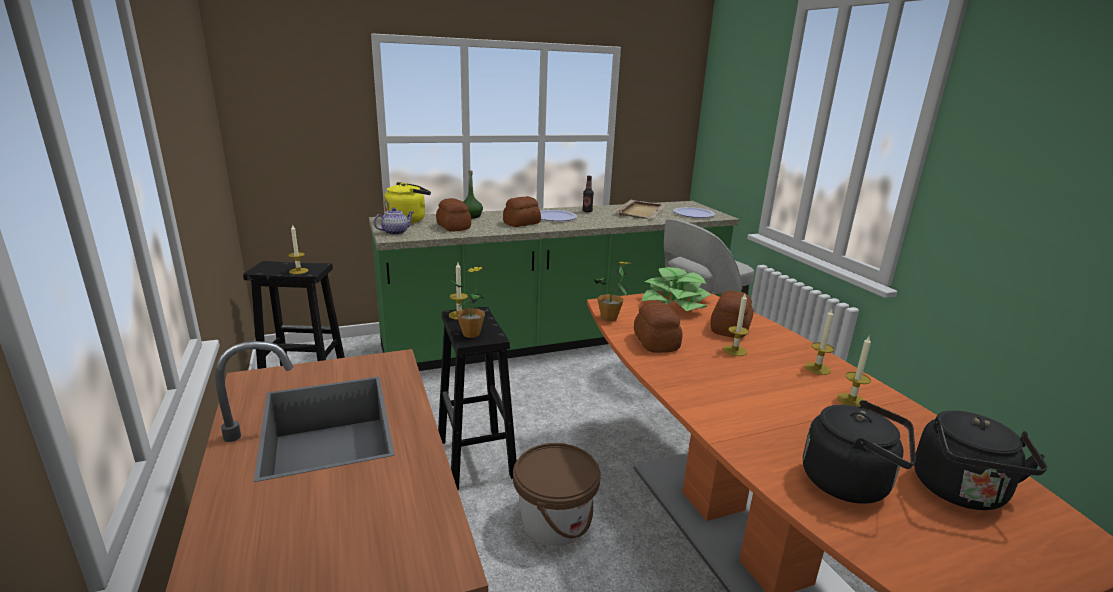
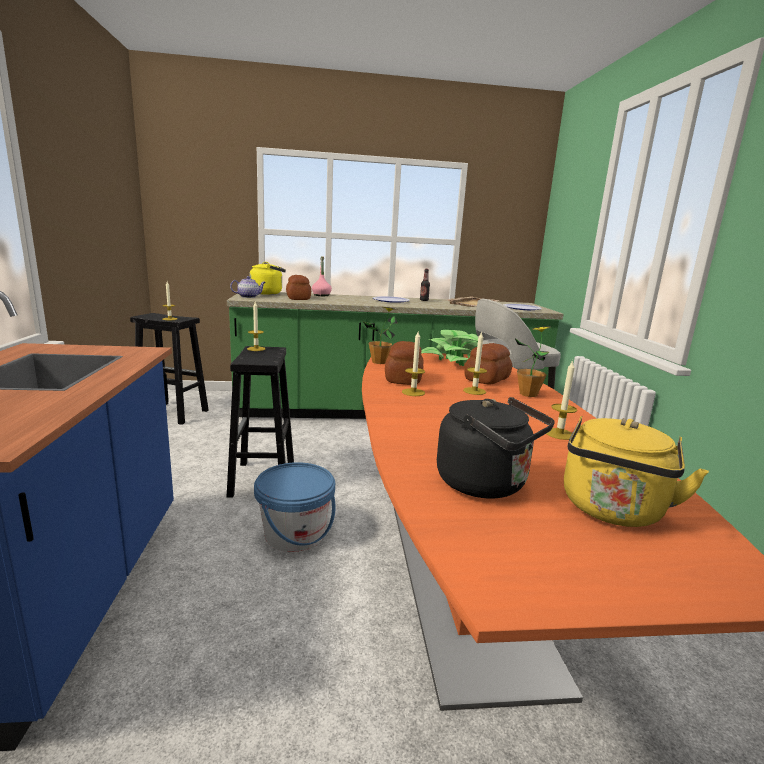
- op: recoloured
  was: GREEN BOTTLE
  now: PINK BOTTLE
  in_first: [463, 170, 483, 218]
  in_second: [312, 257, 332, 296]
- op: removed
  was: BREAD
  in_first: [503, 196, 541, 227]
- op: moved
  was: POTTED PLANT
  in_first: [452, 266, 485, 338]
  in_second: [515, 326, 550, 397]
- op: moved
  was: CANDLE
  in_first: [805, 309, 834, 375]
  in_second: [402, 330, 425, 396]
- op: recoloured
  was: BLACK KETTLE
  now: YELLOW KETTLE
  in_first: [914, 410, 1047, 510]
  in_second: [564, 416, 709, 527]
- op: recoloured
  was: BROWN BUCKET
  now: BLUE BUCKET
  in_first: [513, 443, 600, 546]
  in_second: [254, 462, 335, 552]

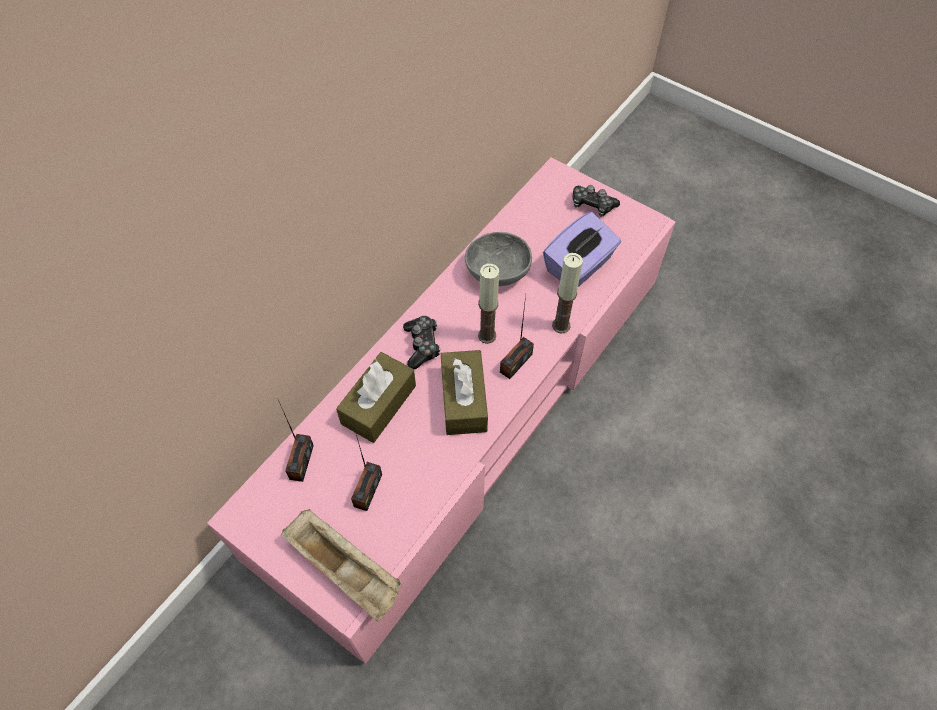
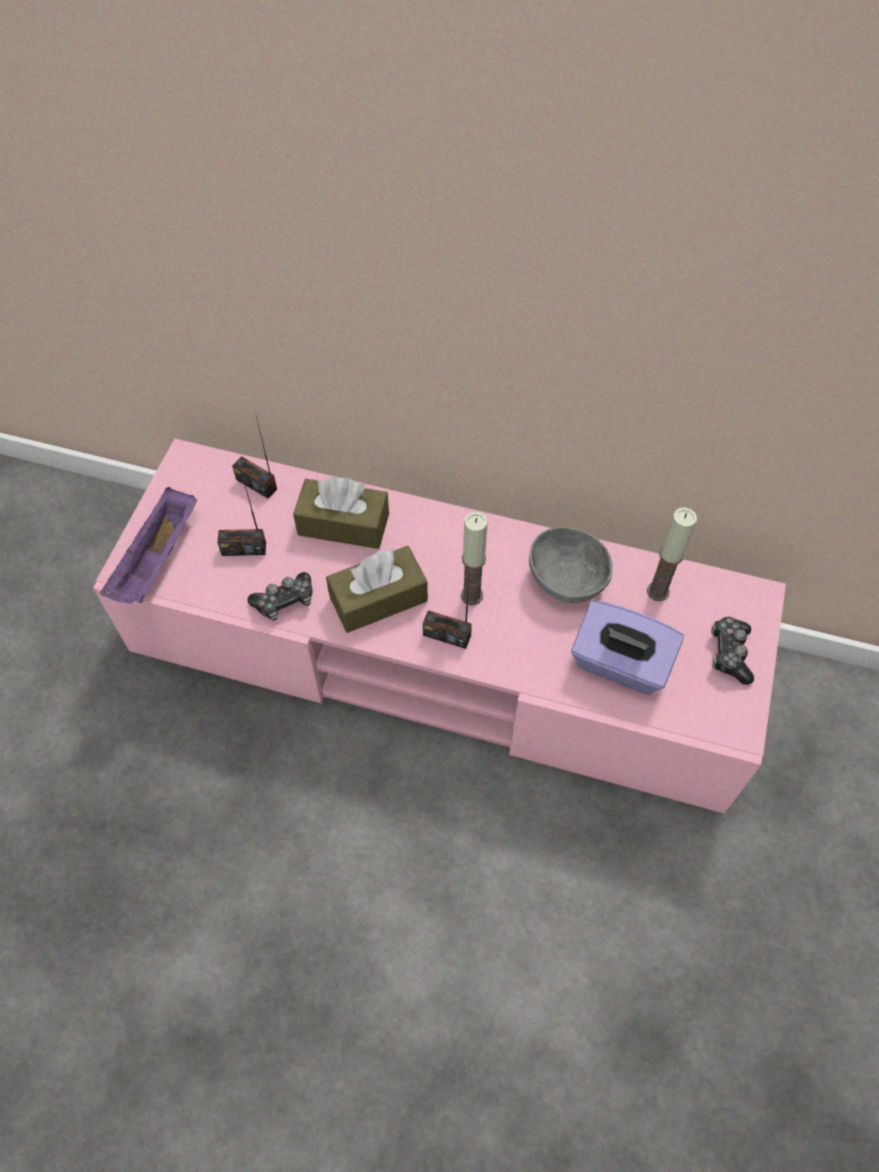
- op: moved
  was: CANDLE
  in_first: [552, 253, 583, 333]
  in_second: [647, 507, 697, 601]
- op: moved
  was: GAME CONTROLLER
  in_first: [403, 316, 441, 369]
  in_second: [247, 572, 313, 621]
- op: turned
  was: RADIO
  in_first: [278, 400, 314, 482]
  in_second: [232, 412, 277, 498]
  clockwise: 45
- op: recoloured
  was: BEIGE TRAY
  now: PURPLE TRAY
  in_first: [281, 509, 402, 621]
  in_second: [100, 487, 197, 603]

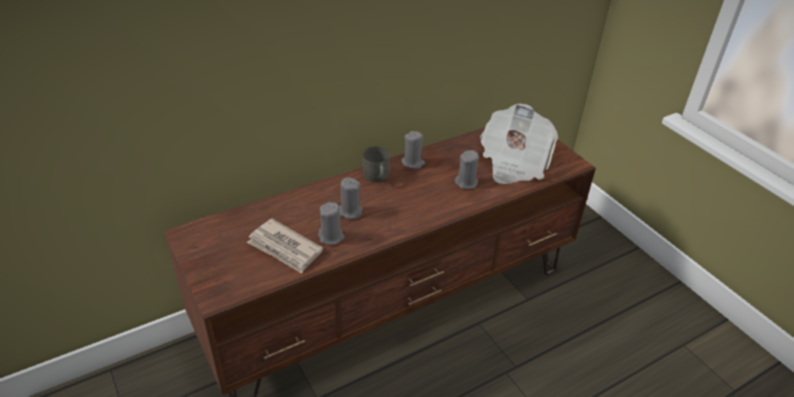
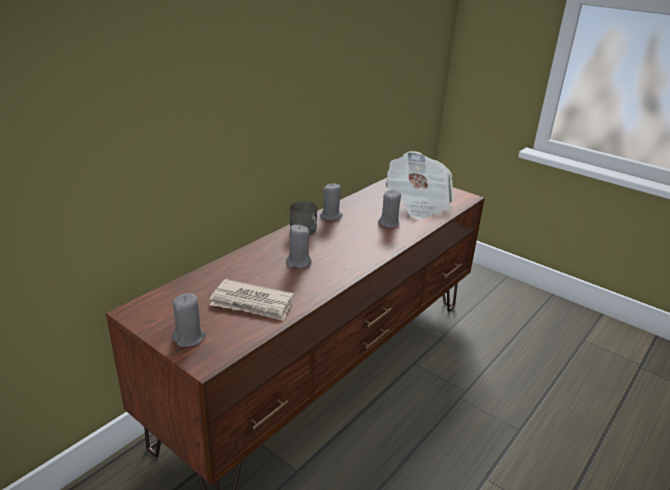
- op: moved
  was: GREY CANDLE
  in_first: [318, 202, 344, 245]
  in_second: [172, 293, 206, 347]

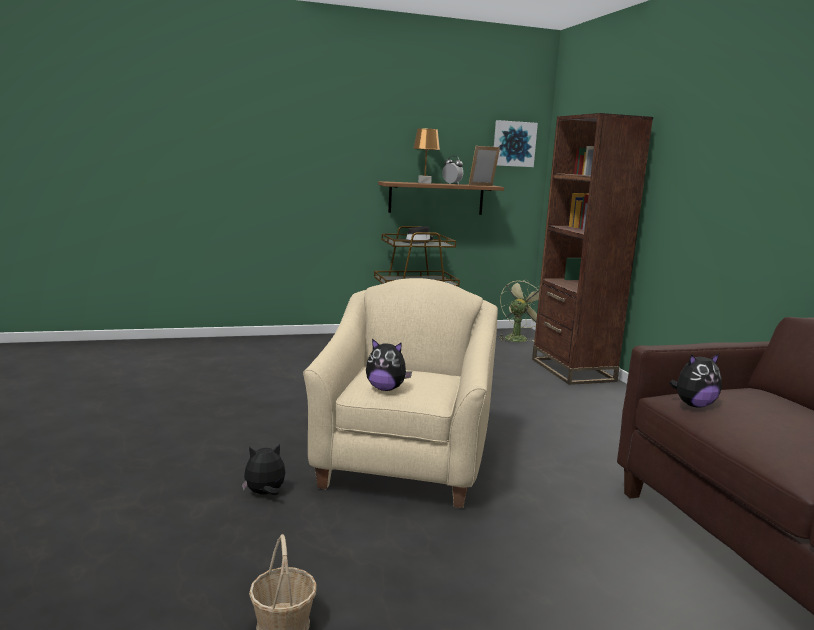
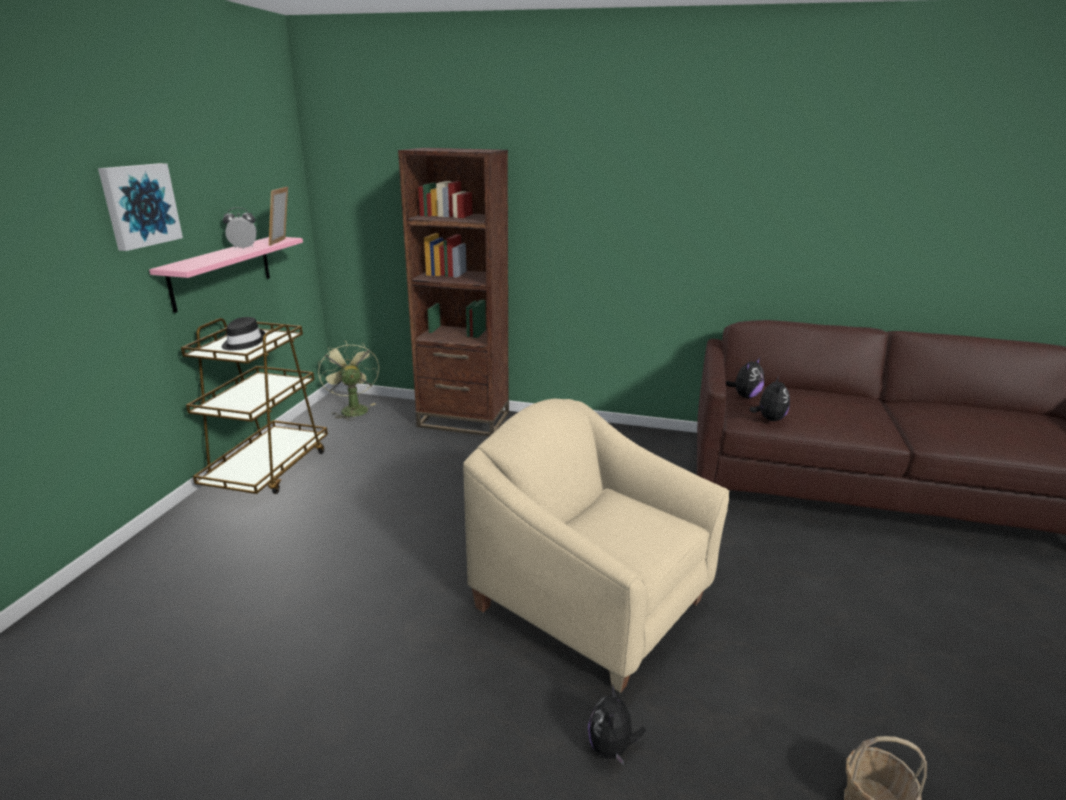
- op: moved
  was: PICTURE
  in_first: [494, 120, 538, 167]
  in_second: [98, 163, 183, 251]
- op: removed
  was: BROWN TABLE LAMP
  in_first: [413, 128, 440, 184]
- op: recoloured
  was: BROWN SHELF
  now: PINK SHELF
  in_first: [378, 181, 504, 215]
  in_second: [149, 237, 303, 313]
- op: moved
  was: PLUSH TOY
  in_first: [366, 339, 412, 391]
  in_second: [726, 358, 764, 398]

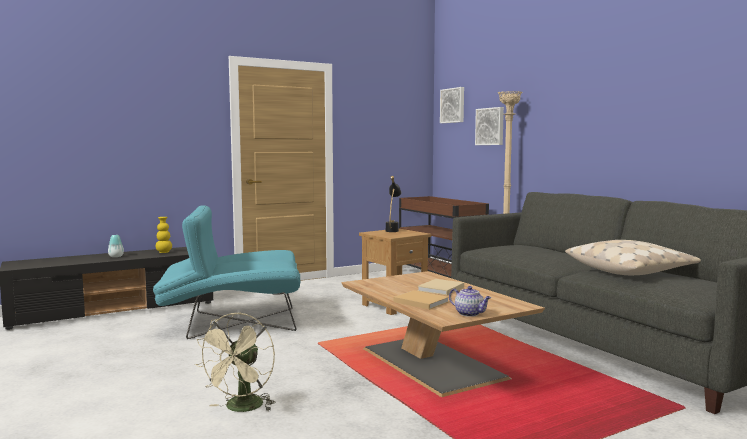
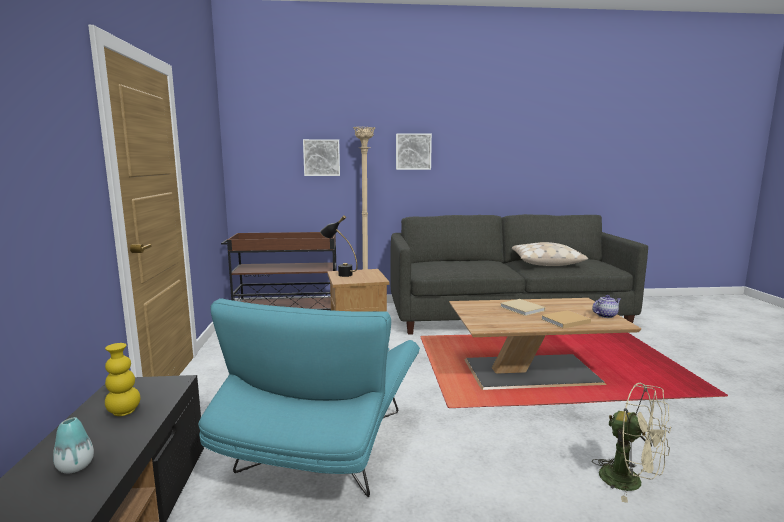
- op: moved
  was: PICTURE
  in_first: [440, 87, 464, 123]
  in_second: [396, 133, 432, 170]

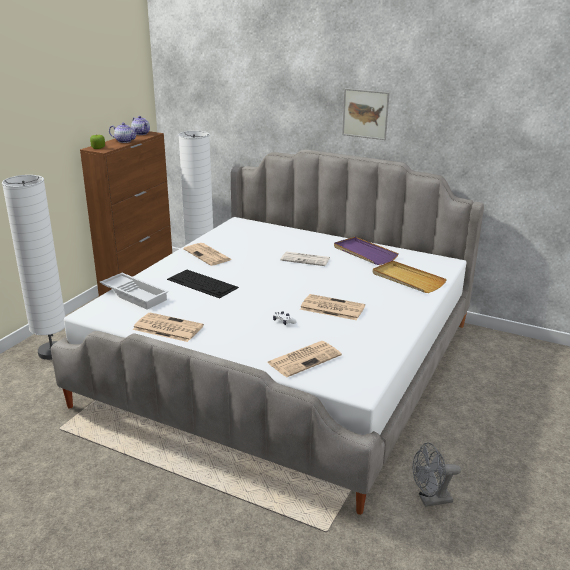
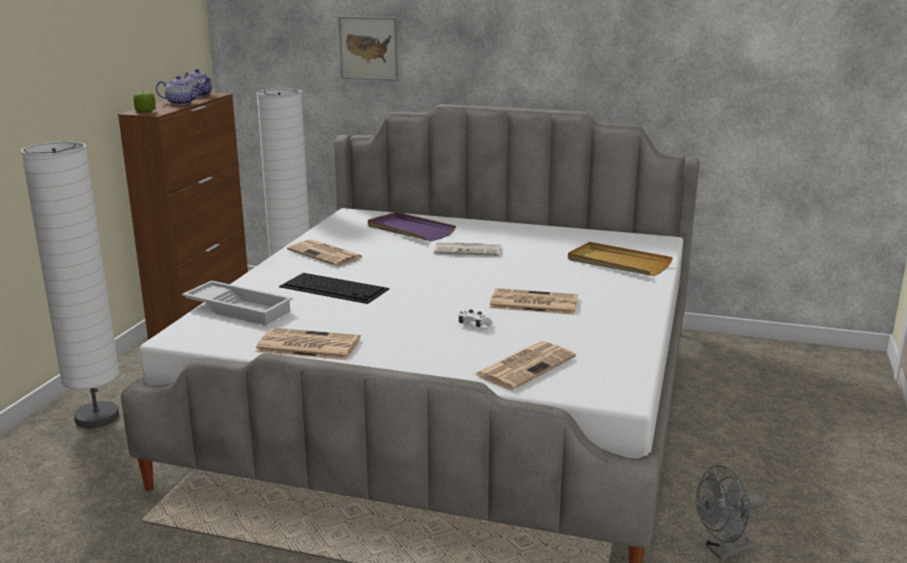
- op: moved
  was: PICTURE
  in_first: [342, 88, 390, 140]
  in_second: [338, 16, 398, 81]
- op: moved
  was: PURPLE TRAY
  in_first: [334, 237, 399, 265]
  in_second: [368, 212, 456, 241]

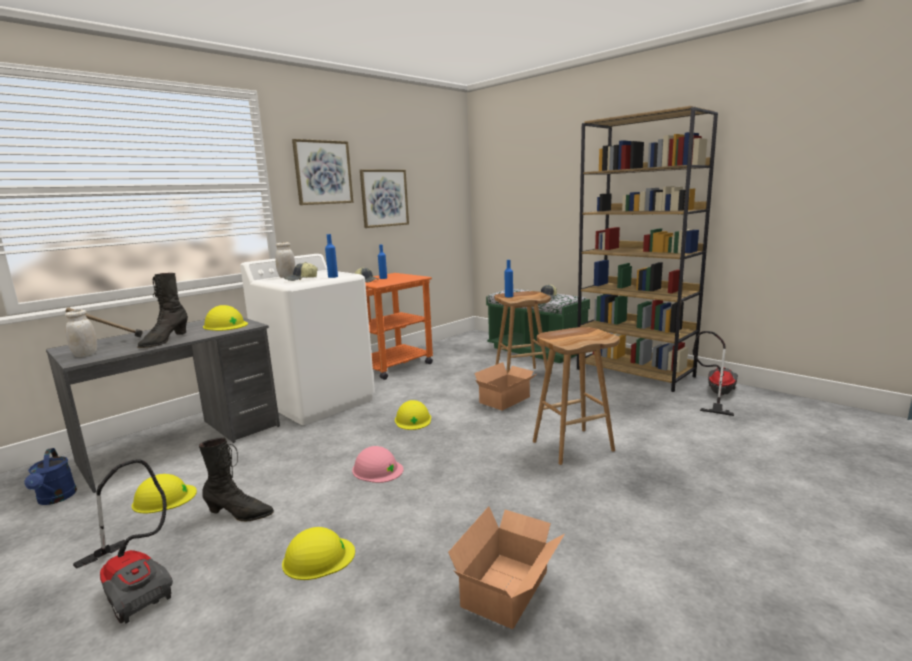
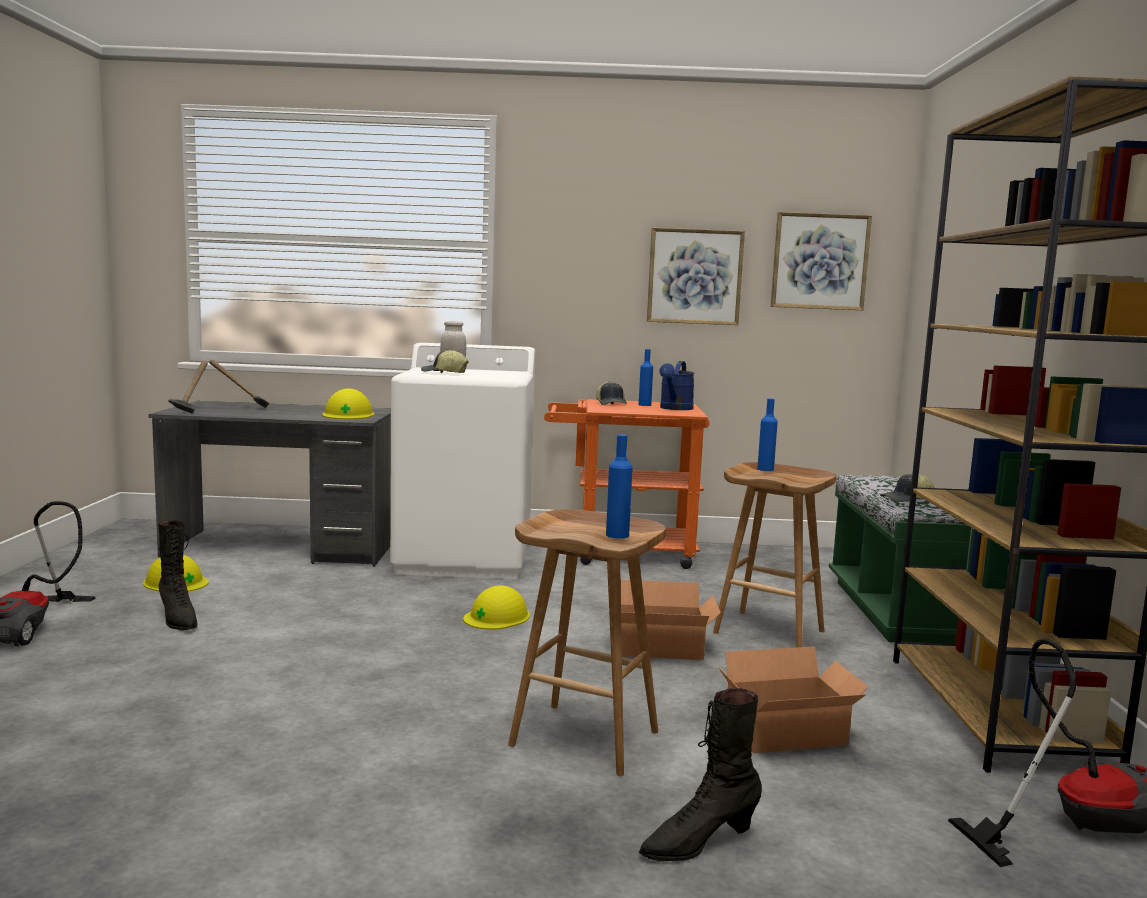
- op: moved
  was: PICTURE
  in_first: [292, 139, 354, 205]
  in_second: [771, 212, 872, 310]
- op: moved
  was: BLUE BOTTLE
  in_first: [325, 234, 338, 278]
  in_second: [606, 434, 633, 539]
- op: moved
  was: BLACK BOOT
  in_first: [137, 273, 188, 348]
  in_second: [638, 688, 762, 861]
- op: replaced
  was: WHITE JAR
  now: HAMMER
  in_first: [65, 310, 97, 357]
  in_second: [168, 360, 208, 414]
- op: removed
  was: PINK HARD HAT
  in_first: [352, 446, 403, 483]
- op: moved
  was: BLUE WATERING CAN
  in_first: [24, 448, 77, 505]
  in_second: [659, 361, 695, 410]
- op: moved
  was: CARDBOARD BOX
  in_first: [448, 506, 565, 629]
  in_second: [718, 646, 868, 753]
- op: removed
  was: YELLOW HARD HAT
  in_first: [282, 527, 355, 580]

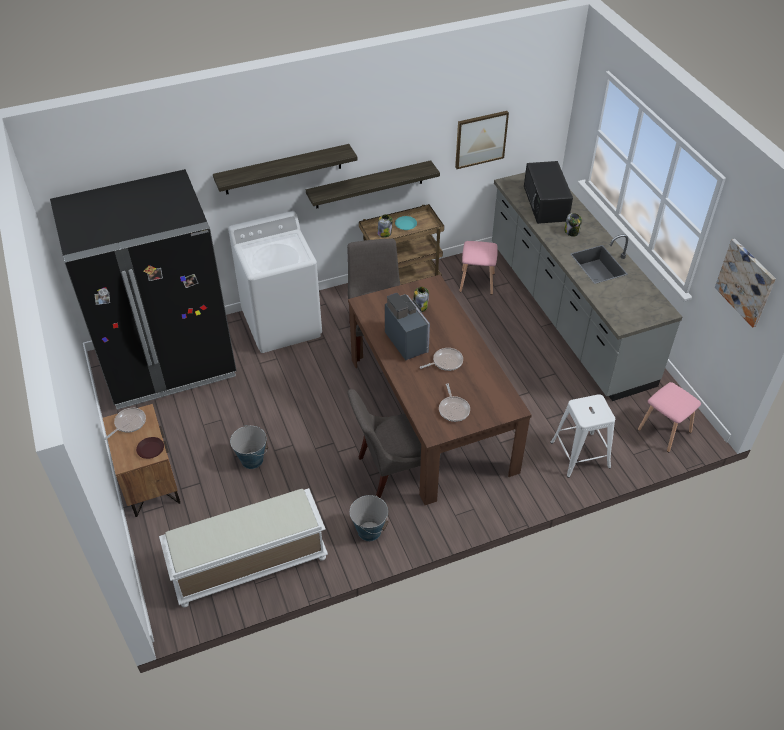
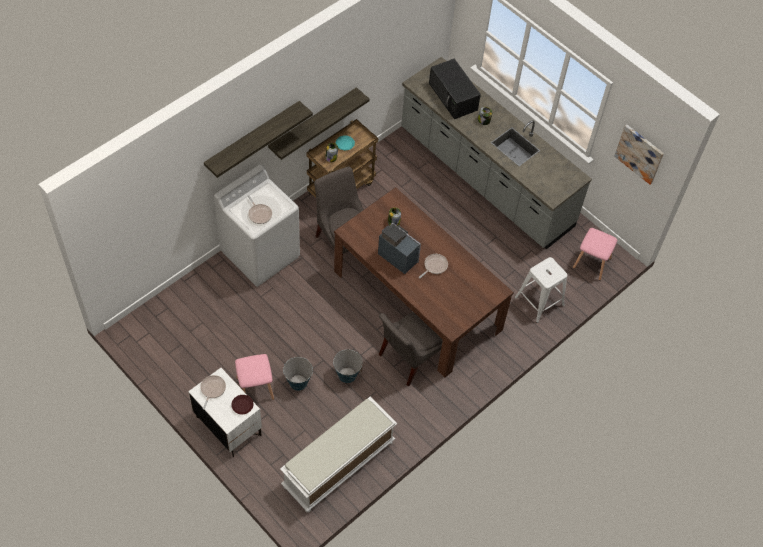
- op: removed
  was: PICTURE
  in_first: [455, 111, 509, 169]
- op: removed
  was: BLACK FRIDGE
  in_first: [50, 169, 236, 410]
- op: moved
  was: PINK STOOL
  in_first: [459, 241, 498, 295]
  in_second: [235, 354, 274, 400]
- op: moved
  was: FRYING PAN
  in_first: [439, 383, 470, 422]
  in_second: [248, 196, 272, 224]
- op: recoloured
  was: BROWN NIGHTSTAND
  now: WHITE NIGHTSTAND
  in_first: [103, 404, 180, 517]
  in_second: [188, 368, 262, 457]
- op: moved
  was: BUCKET
  in_first: [350, 495, 388, 541]
  in_second: [333, 349, 363, 383]

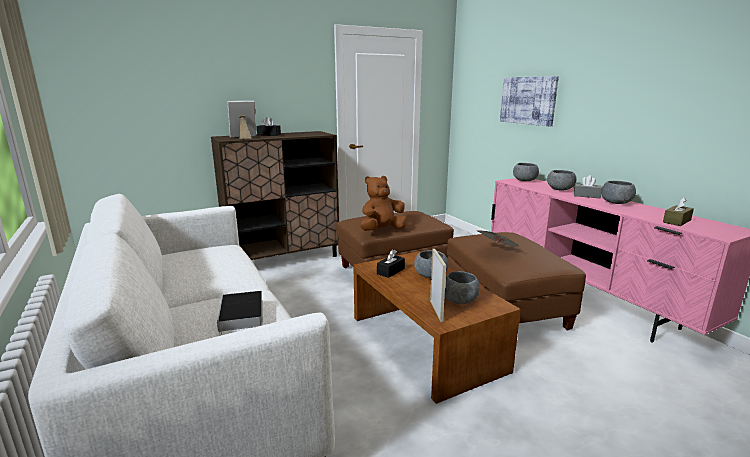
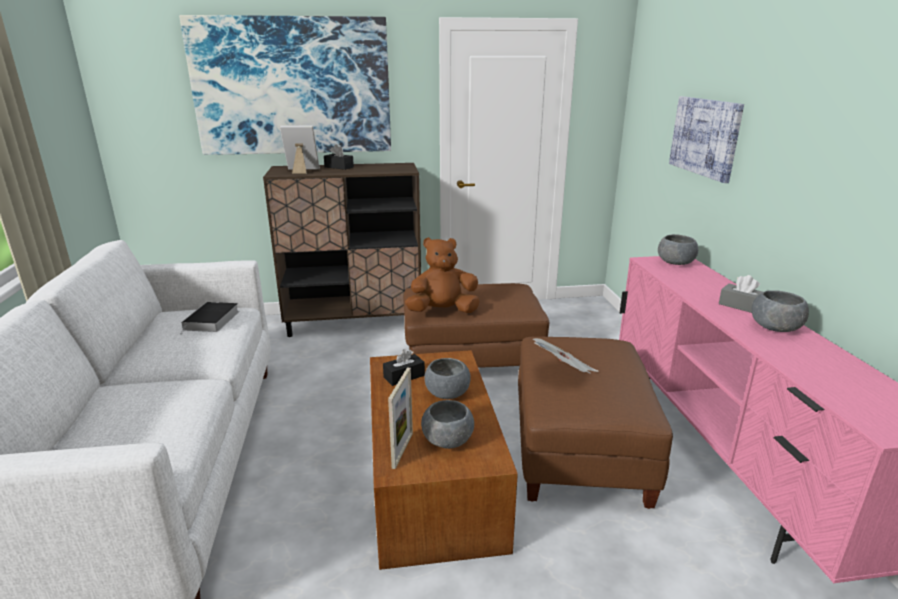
- op: removed
  was: GREY BOWL
  in_first: [547, 170, 576, 190]
- op: removed
  was: BROWN TISSUE BOX
  in_first: [663, 197, 694, 226]
- op: moved
  was: BOOK
  in_first: [217, 291, 263, 336]
  in_second: [180, 302, 239, 335]
- op: added
  now: PICTURE
  in_second: [179, 15, 391, 155]

